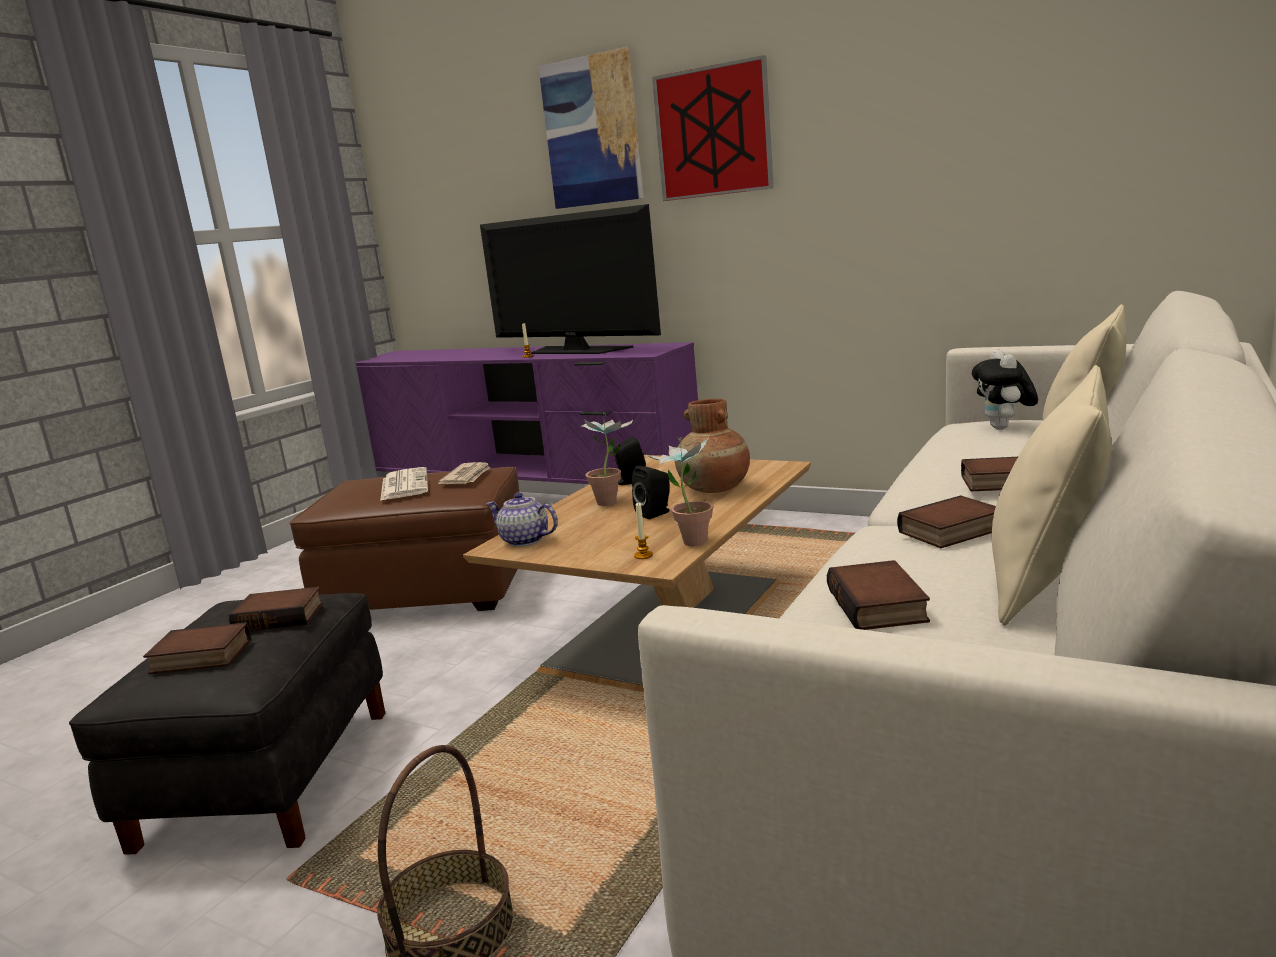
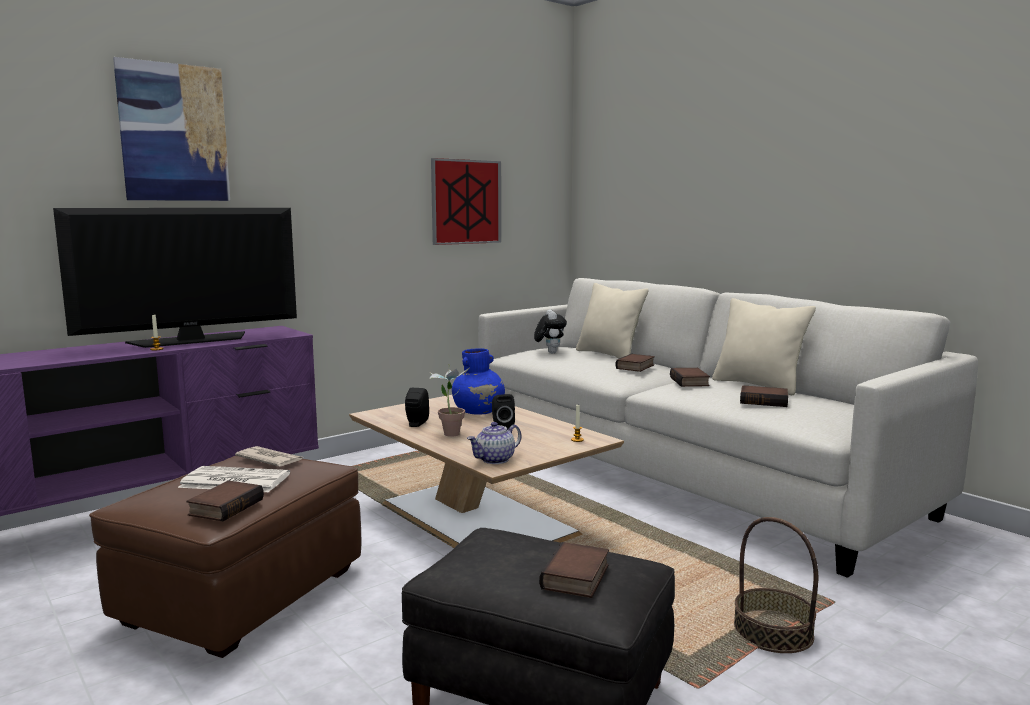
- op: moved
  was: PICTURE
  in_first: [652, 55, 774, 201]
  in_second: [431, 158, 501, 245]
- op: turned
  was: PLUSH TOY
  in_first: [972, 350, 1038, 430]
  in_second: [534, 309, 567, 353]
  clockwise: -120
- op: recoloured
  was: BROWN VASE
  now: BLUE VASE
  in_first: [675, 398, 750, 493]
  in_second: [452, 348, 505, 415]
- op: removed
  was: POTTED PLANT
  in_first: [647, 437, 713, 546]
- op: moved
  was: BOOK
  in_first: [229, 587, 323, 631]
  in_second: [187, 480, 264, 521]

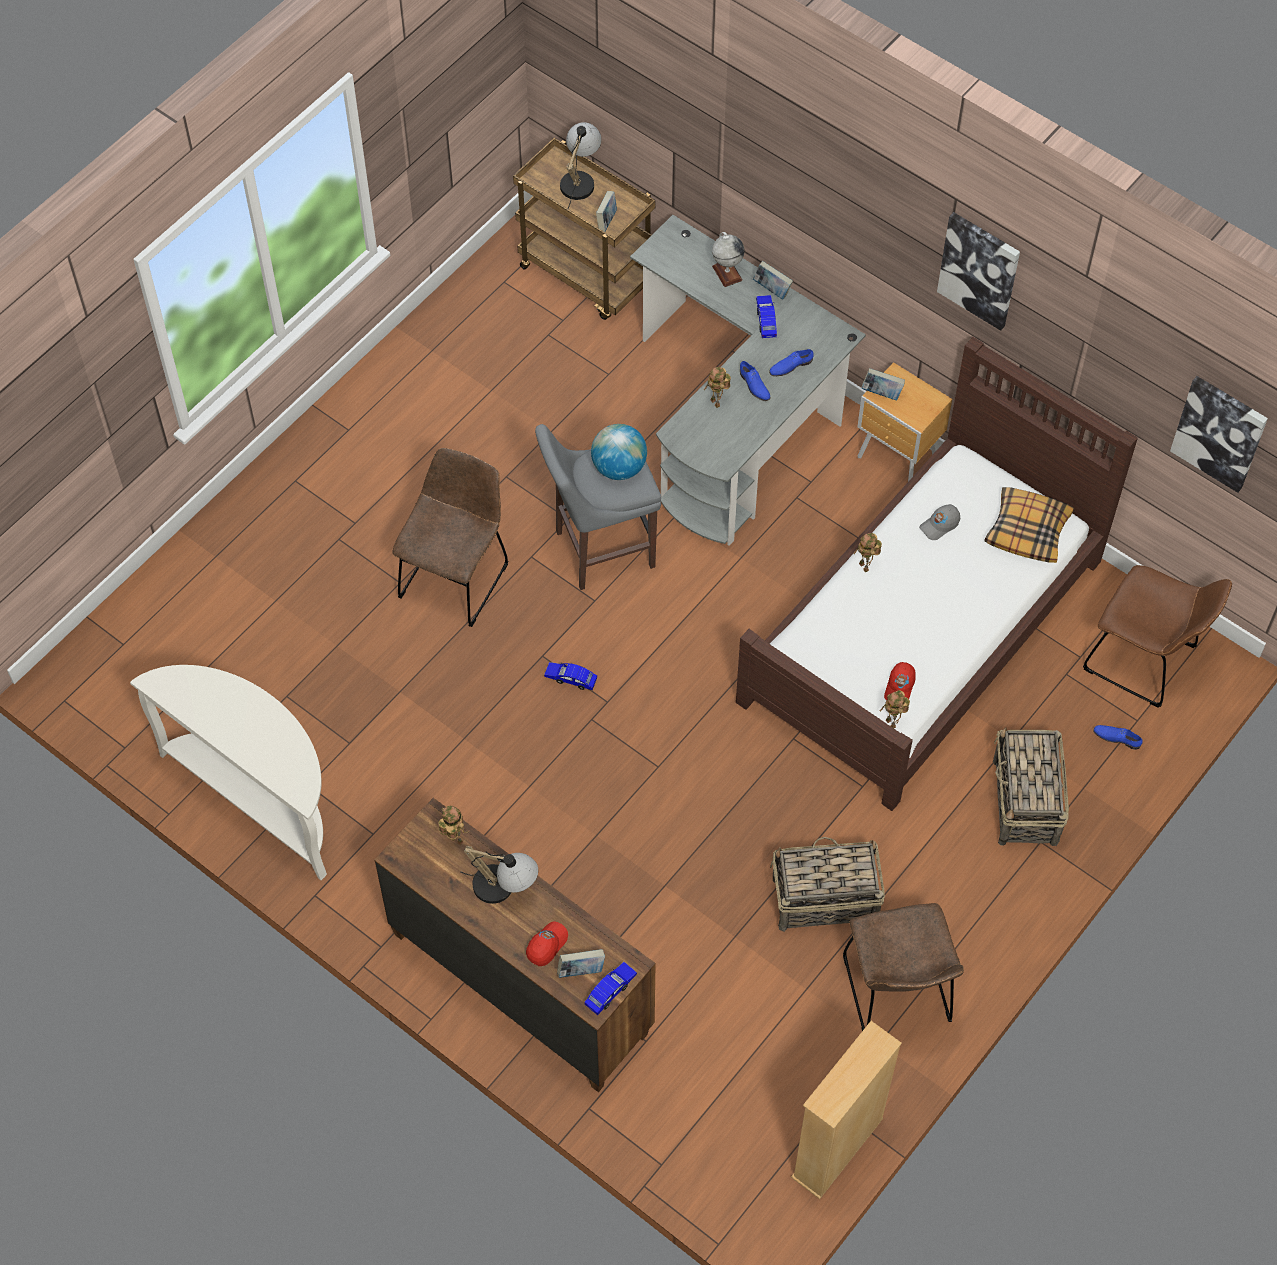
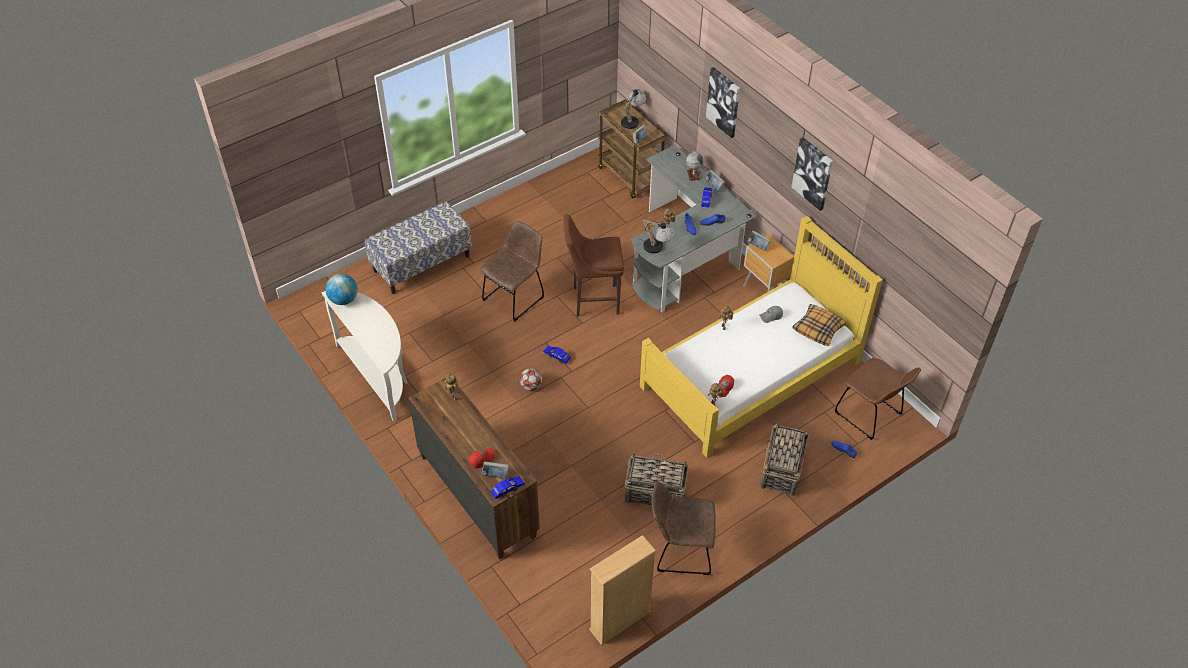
- op: recoloured
  was: BROWN BED
  now: YELLOW BED
  in_first: [736, 337, 1138, 811]
  in_second: [640, 216, 883, 458]
- op: moved
  was: PICTURE
  in_first: [1170, 376, 1268, 493]
  in_second: [706, 67, 740, 138]
- op: recoloured
  was: GREY STOOL
  now: BROWN STOOL
  in_first: [535, 424, 661, 590]
  in_second: [564, 214, 624, 317]
- op: moved
  was: GLOBE
  in_first: [591, 424, 647, 480]
  in_second: [325, 274, 358, 305]
- op: moved
  was: TABLE LAMP
  in_first: [460, 846, 538, 904]
  in_second: [640, 219, 676, 254]
- op: turned
  was: BROWN CHAIR
  in_first: [843, 903, 964, 1031]
  in_second: [651, 481, 716, 575]
  clockwise: 90
- op: added
  now: BENCH
  in_second: [365, 201, 472, 294]
- op: added
  now: FOOTBALL
  in_second: [520, 368, 542, 391]

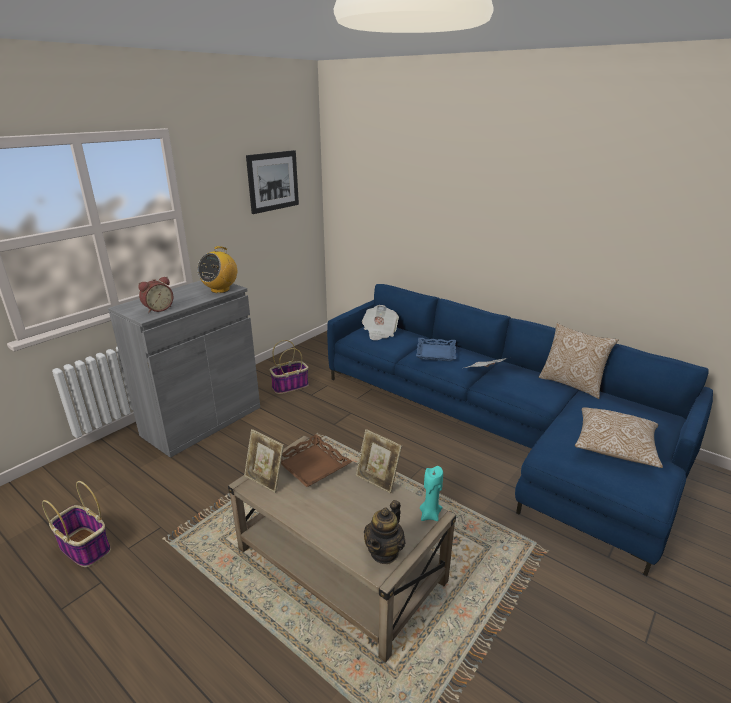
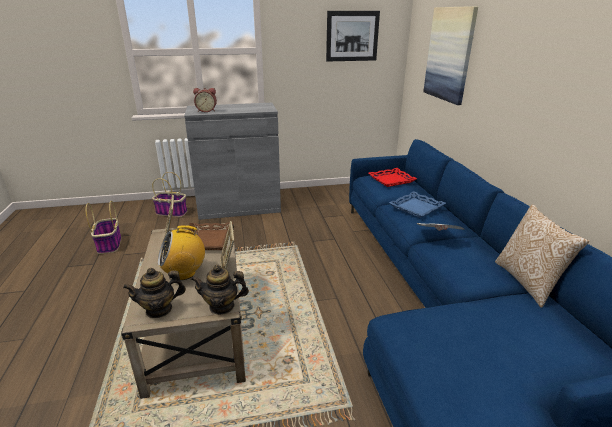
- op: moved
  was: RADIO
  in_first: [197, 246, 237, 293]
  in_second: [158, 225, 205, 280]
- op: replaced
  was: NEWSPAPER
  now: RED TRAY
  in_first: [362, 305, 399, 340]
  in_second: [368, 168, 417, 187]
- op: moved
  was: BASKET
  in_first: [269, 340, 309, 394]
  in_second: [152, 172, 187, 217]
- op: removed
  was: PILLOW
  in_first: [575, 407, 663, 468]
- op: replaced
  was: TURQUOISE CANDLE
  now: TEAPOT
  in_first: [420, 466, 443, 521]
  in_second: [191, 265, 249, 315]
- op: added
  now: PICTURE
  in_second: [423, 6, 478, 105]

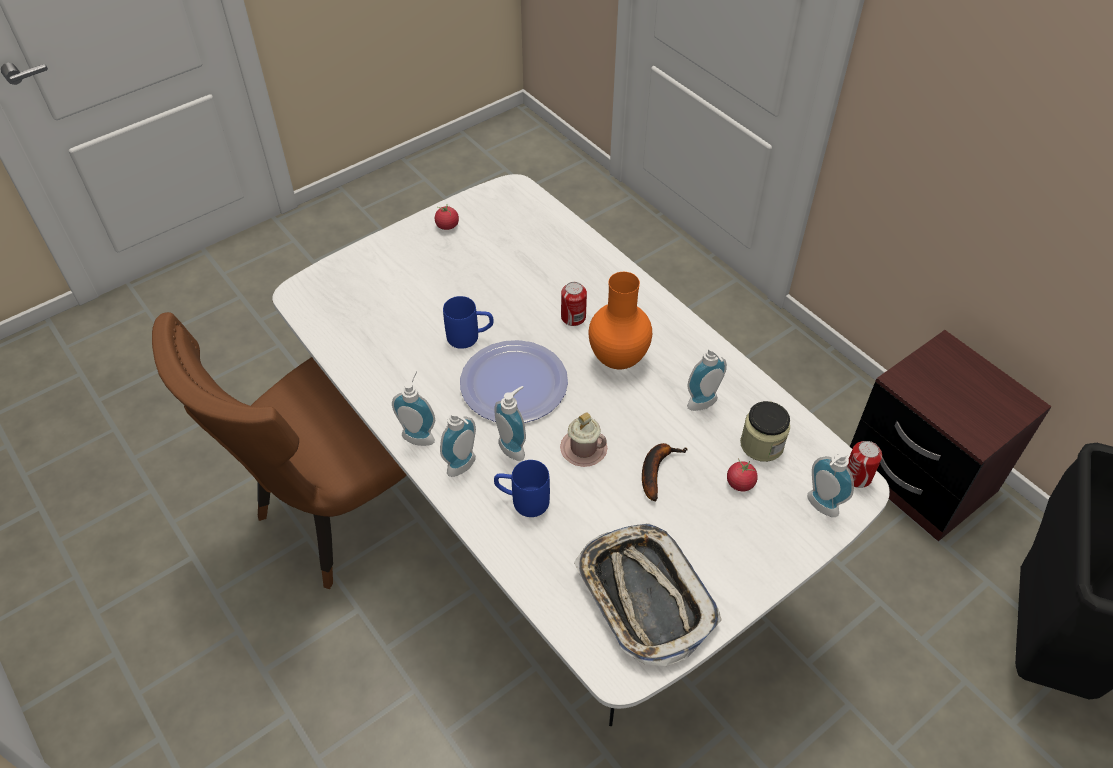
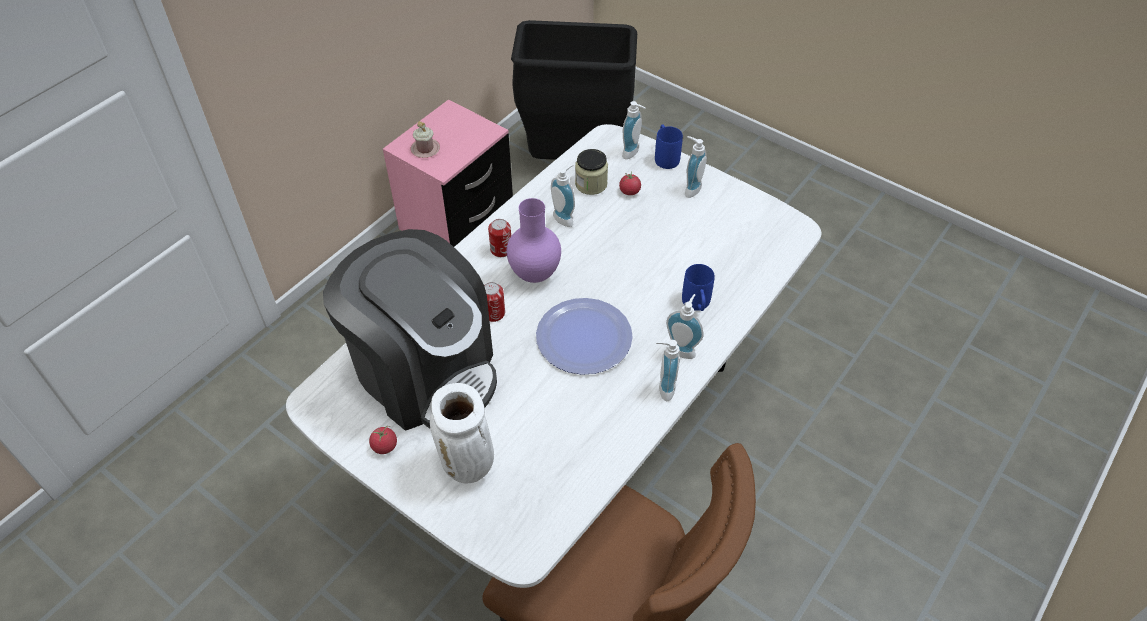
- op: recoloured
  was: ORANGE VASE
  now: PURPLE VASE
  in_first: [589, 272, 652, 369]
  in_second: [506, 198, 561, 283]
- op: moved
  was: BLUE MUG
  in_first: [443, 296, 494, 349]
  in_second: [655, 125, 683, 169]
- op: recoloured
  was: BROWN NIGHTSTAND
  now: PINK NIGHTSTAND
  in_first: [850, 330, 1052, 541]
  in_second: [383, 99, 513, 247]
- op: moved
  was: SOAP DISPENSER
  in_first: [494, 386, 526, 461]
  in_second: [685, 136, 707, 198]
- op: moved
  was: PINK MUG
  in_first: [560, 412, 607, 467]
  in_second: [410, 121, 440, 158]
- op: moved
  was: CAN
  in_first: [847, 441, 882, 488]
  in_second: [488, 219, 511, 257]
- op: removed
  was: BANANA
  in_first: [642, 443, 688, 501]
- op: removed
  was: TRAY
  in_first: [574, 523, 722, 667]
- op: added
  now: COFFEE MACHINE
  in_second: [323, 229, 497, 431]
- op: added
  now: WHITE VASE
  in_second: [430, 383, 494, 484]

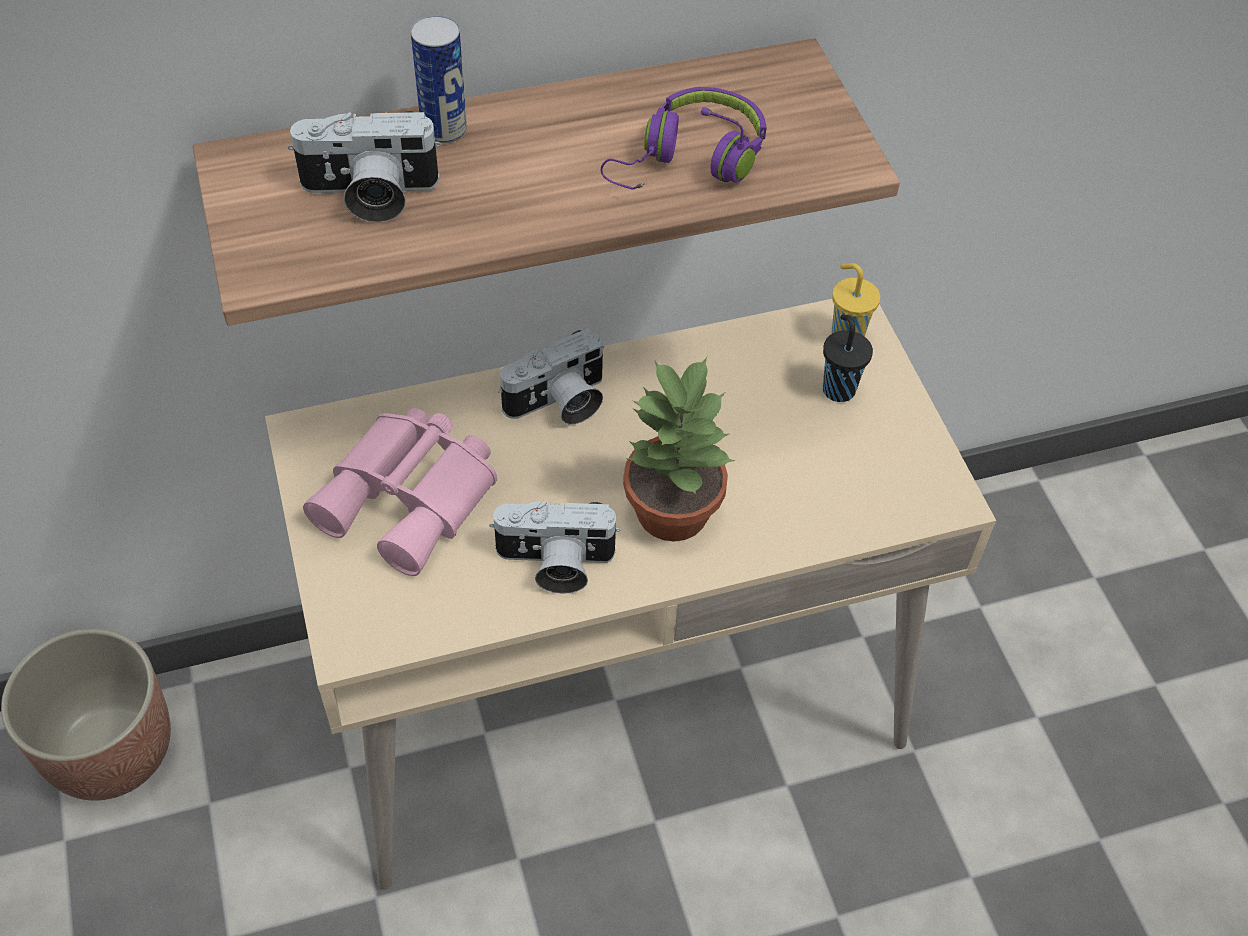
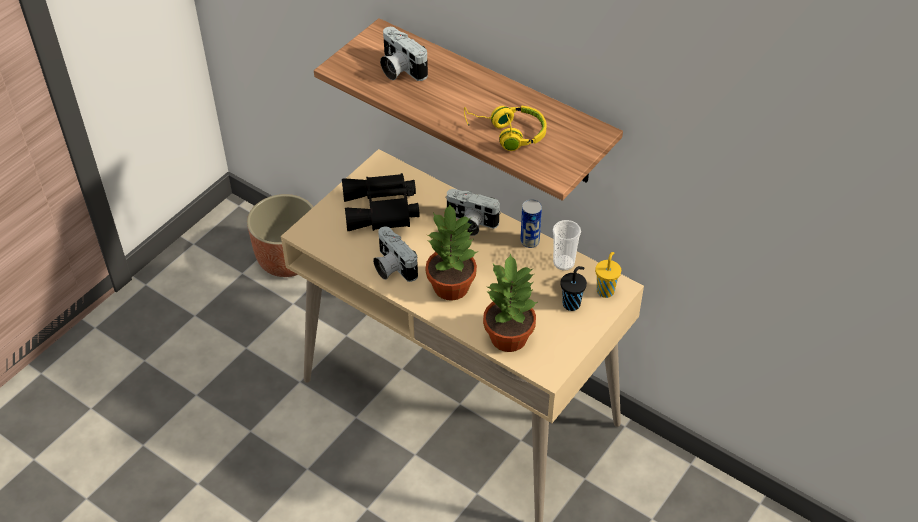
- op: moved
  was: CAN
  in_first: [411, 15, 467, 143]
  in_second: [520, 199, 542, 248]
- op: recoloured
  was: PURPLE HEADPHONES
  now: YELLOW HEADPHONES
  in_first: [601, 87, 766, 190]
  in_second: [464, 106, 547, 151]
- op: recoloured
  was: PINK BINOCULARS
  now: BLACK BINOCULARS
  in_first: [303, 408, 497, 576]
  in_second: [342, 173, 420, 231]
- op: added
  now: CUP
  in_second: [553, 220, 581, 271]
- op: added
  now: POTTED PLANT
  in_second: [483, 253, 537, 352]

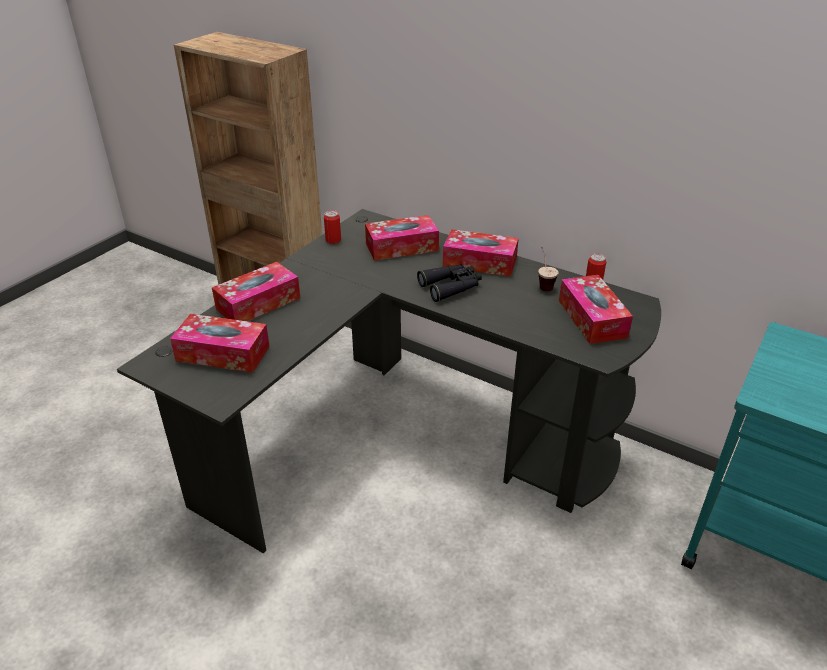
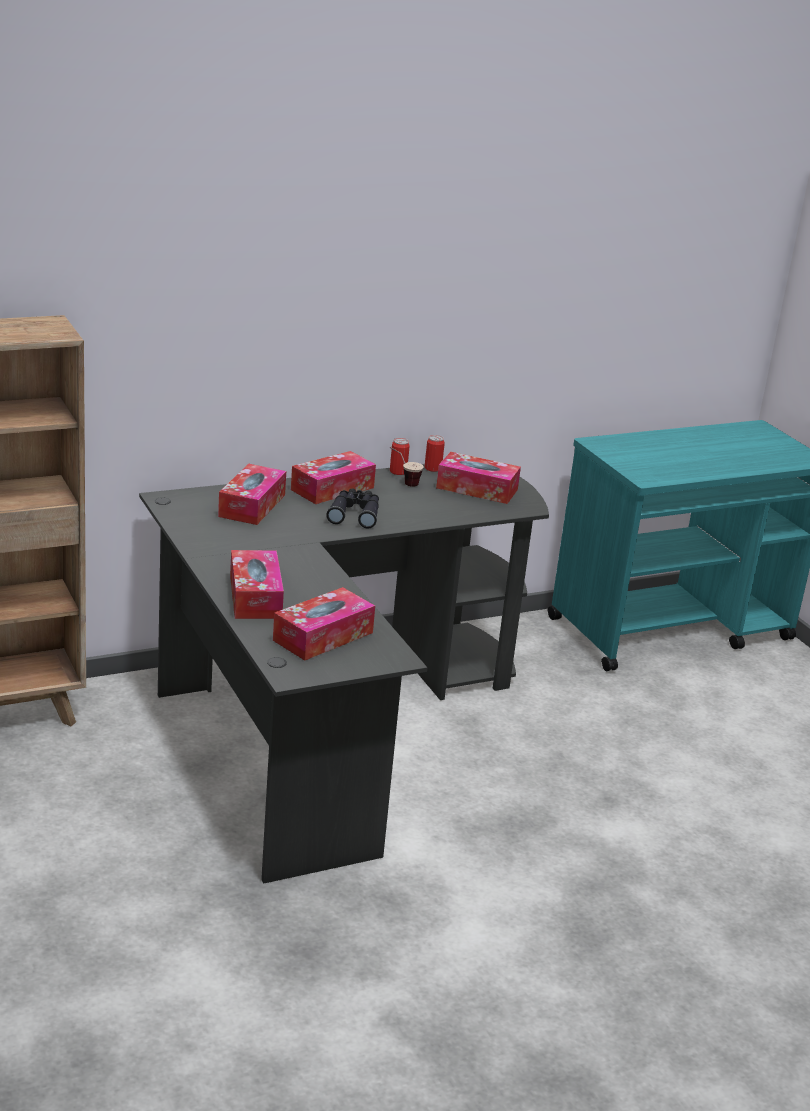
- op: moved
  was: CAN
  in_first: [324, 210, 341, 244]
  in_second: [390, 438, 410, 475]

